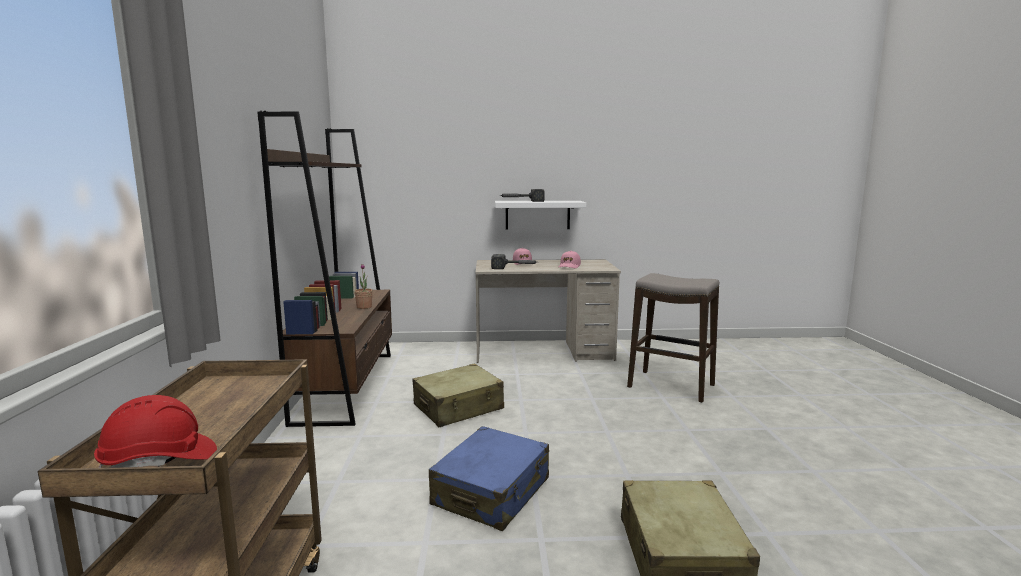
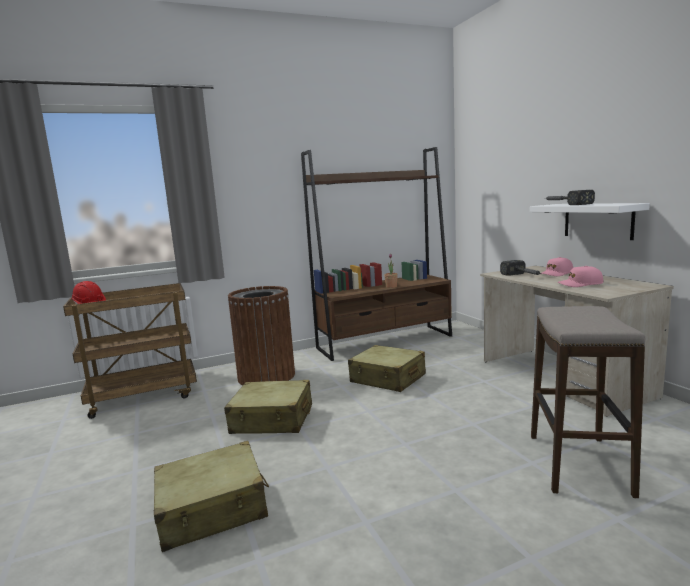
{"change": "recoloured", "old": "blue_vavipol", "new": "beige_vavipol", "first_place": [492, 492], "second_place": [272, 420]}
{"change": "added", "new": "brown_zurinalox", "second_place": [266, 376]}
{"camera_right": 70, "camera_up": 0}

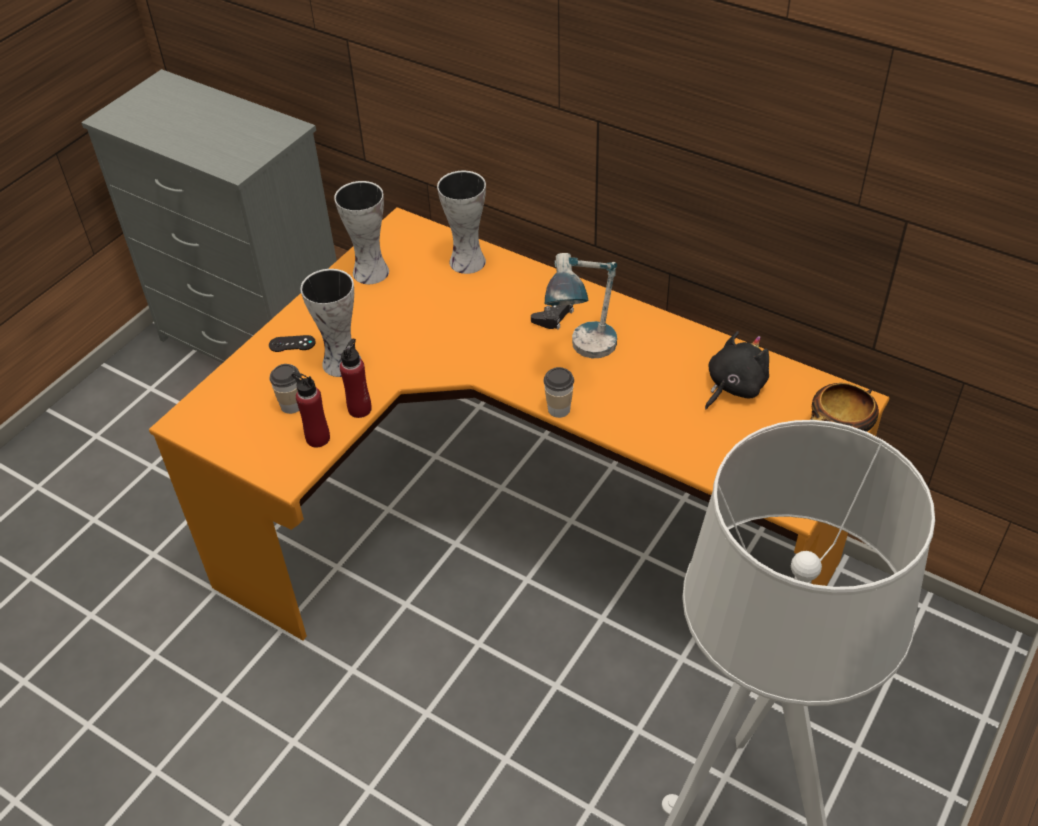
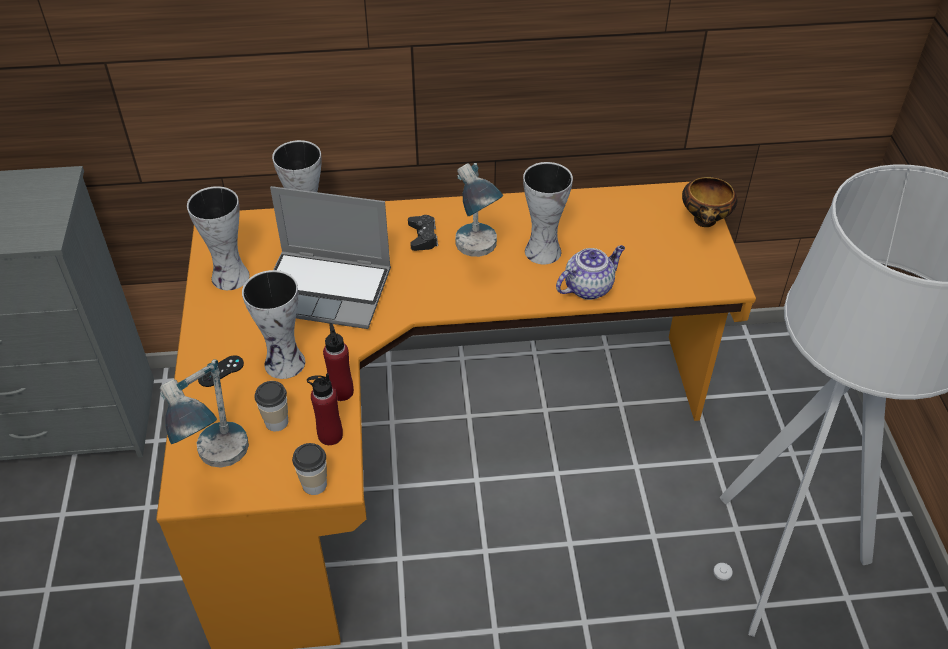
{"change": "removed", "old": "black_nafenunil", "first_place": [733, 386]}
{"change": "moved", "old": "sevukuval", "first_place": [559, 409], "second_place": [314, 484]}
{"change": "added", "new": "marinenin", "second_place": [541, 251]}
{"change": "added", "new": "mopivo", "second_place": [327, 290]}
{"change": "added", "new": "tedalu", "second_place": [589, 287]}
{"change": "added", "new": "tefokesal", "second_place": [220, 465]}
{"camera_right": -40, "camera_up": 0}

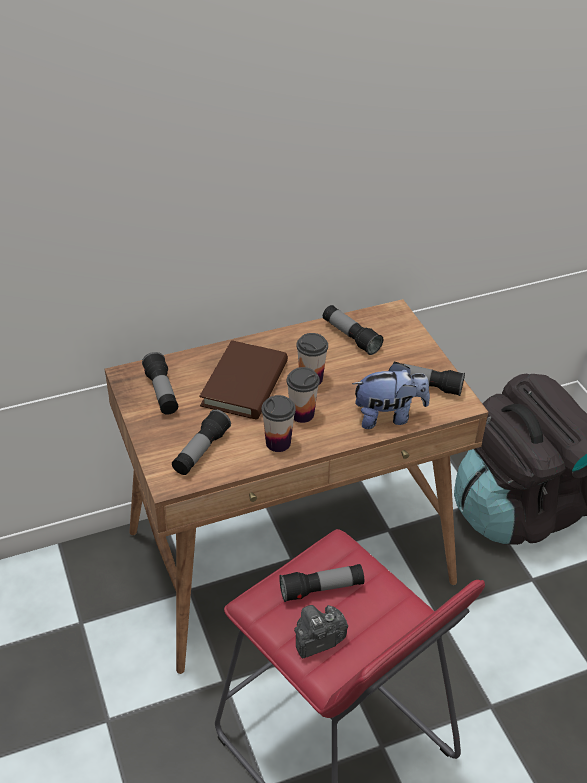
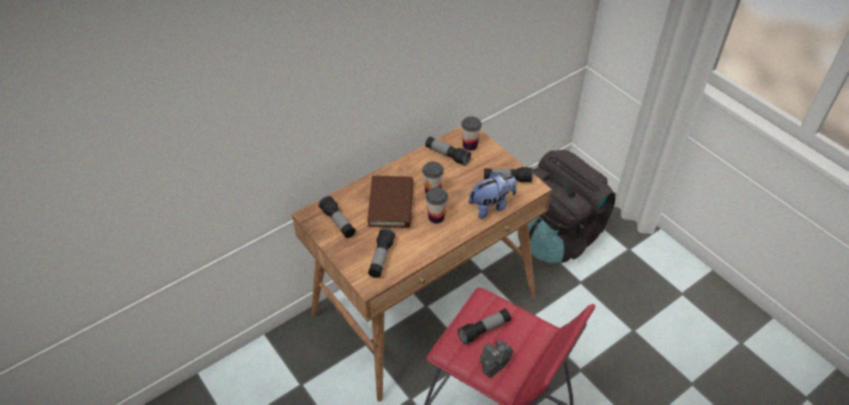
{"change": "moved", "old": "sevukuval", "first_place": [278, 443], "second_place": [470, 145]}
{"camera_right": -15, "camera_up": 5}

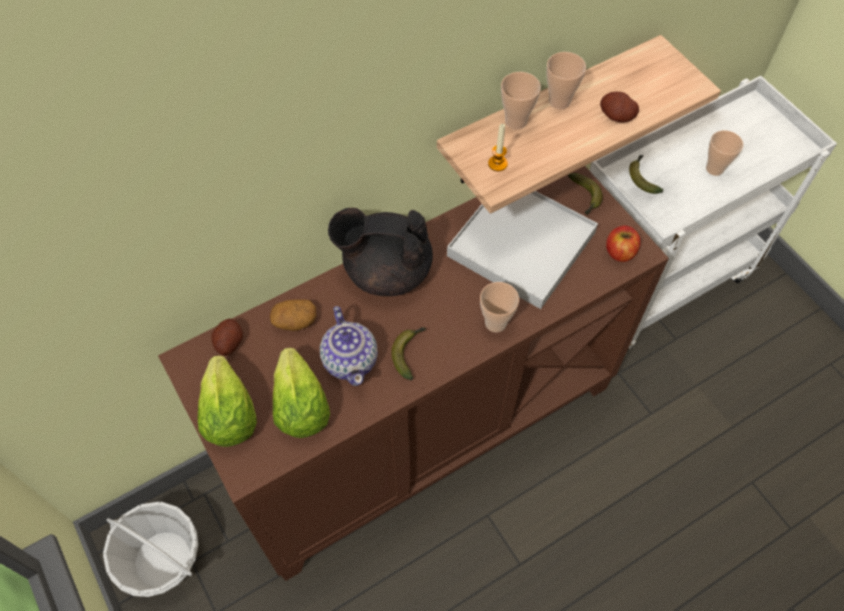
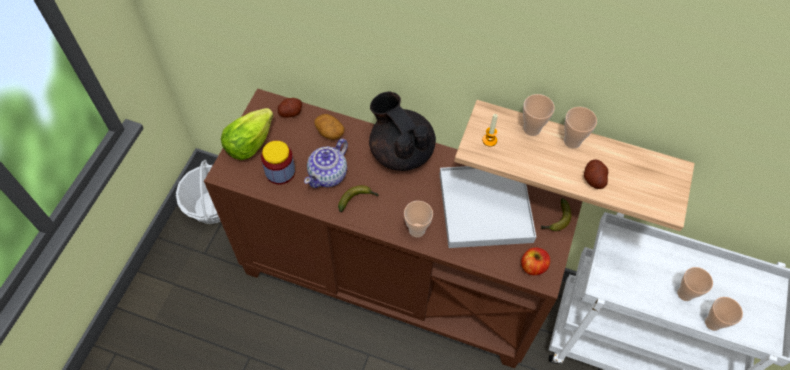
{"change": "removed", "old": "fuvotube", "first_place": [642, 177]}
{"change": "replaced", "old": "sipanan", "new": "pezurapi", "first_place": [300, 407], "second_place": [280, 172]}
{"change": "added", "new": "sevukuval", "second_place": [712, 323]}
{"camera_right": 50, "camera_up": 0}

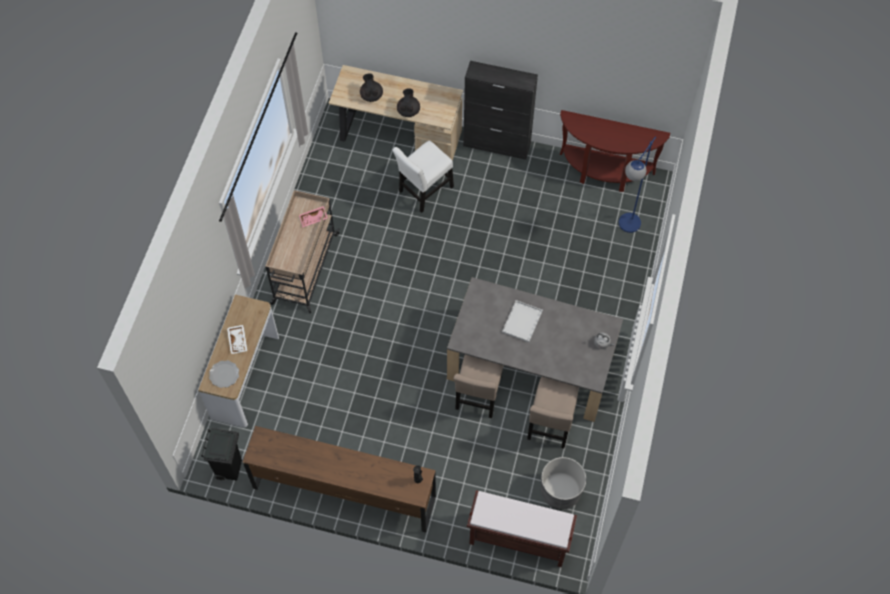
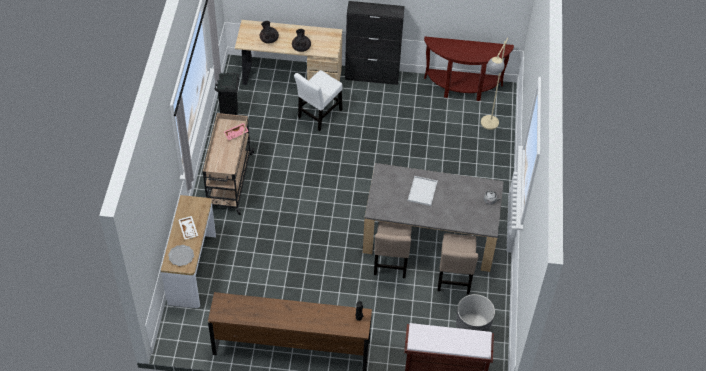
{"change": "recoloured", "old": "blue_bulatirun", "new": "beige_bulatirun", "first_place": [625, 229], "second_place": [487, 127]}
{"change": "moved", "old": "black_zurinalox", "first_place": [230, 468], "second_place": [229, 115]}
{"camera_right": -10, "camera_up": -10}

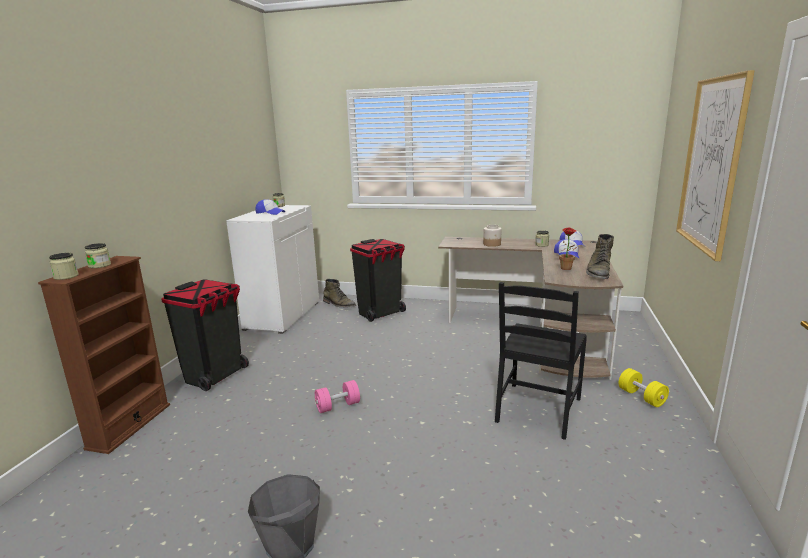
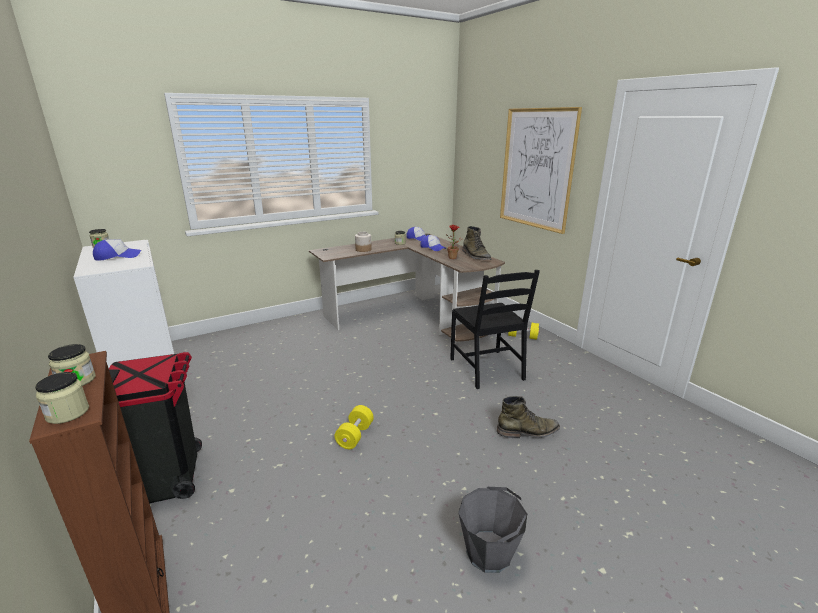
{"change": "removed", "old": "black_zurinalox", "first_place": [380, 313]}
{"change": "moved", "old": "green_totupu", "first_place": [339, 304], "second_place": [528, 432]}
{"change": "recoloured", "old": "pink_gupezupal", "new": "yellow_gupezupal", "first_place": [338, 406], "second_place": [355, 436]}
{"camera_right": -45, "camera_up": 5}

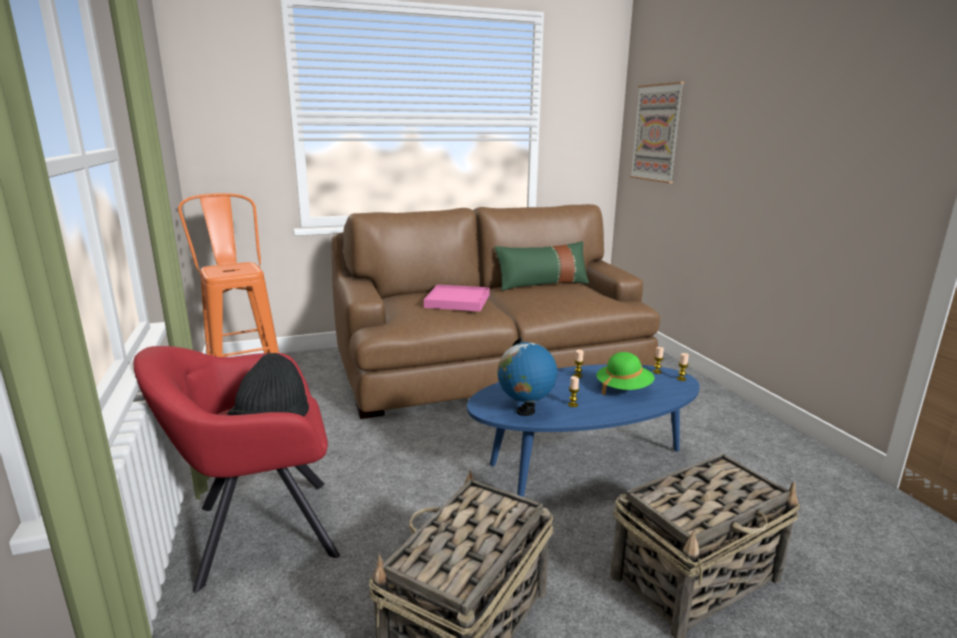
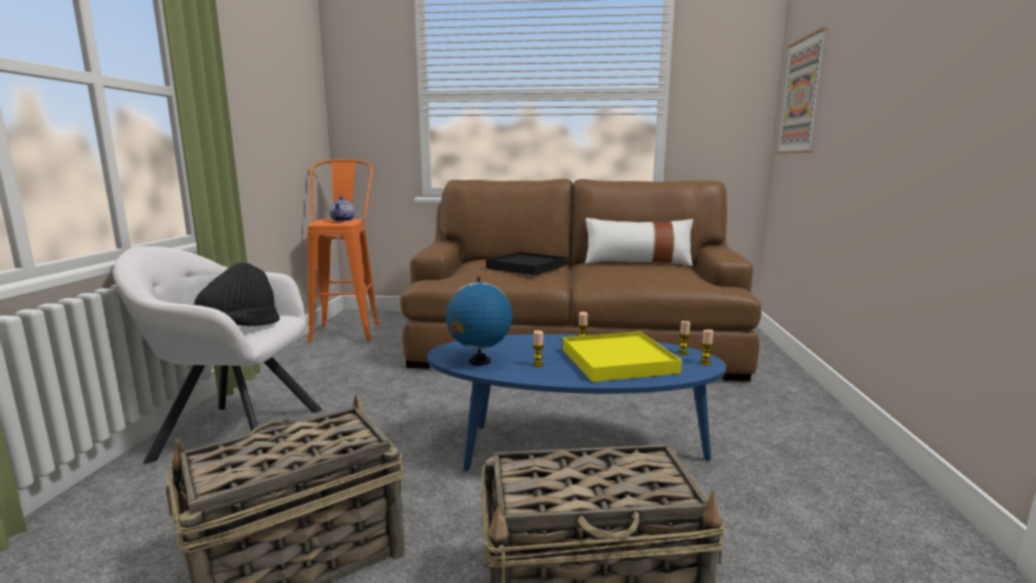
{"change": "recoloured", "old": "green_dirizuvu", "new": "white_dirizuvu", "first_place": [542, 284], "second_place": [637, 263]}
{"change": "recoloured", "old": "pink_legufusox", "new": "black_legufusox", "first_place": [457, 301], "second_place": [526, 267]}
{"change": "recoloured", "old": "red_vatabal", "new": "white_vatabal", "first_place": [258, 532], "second_place": [234, 433]}
{"change": "replaced", "old": "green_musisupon", "new": "yellow_legufusox", "first_place": [623, 389], "second_place": [617, 361]}
{"change": "added", "new": "tedalu", "second_place": [343, 220]}
{"camera_right": 25, "camera_up": -5}

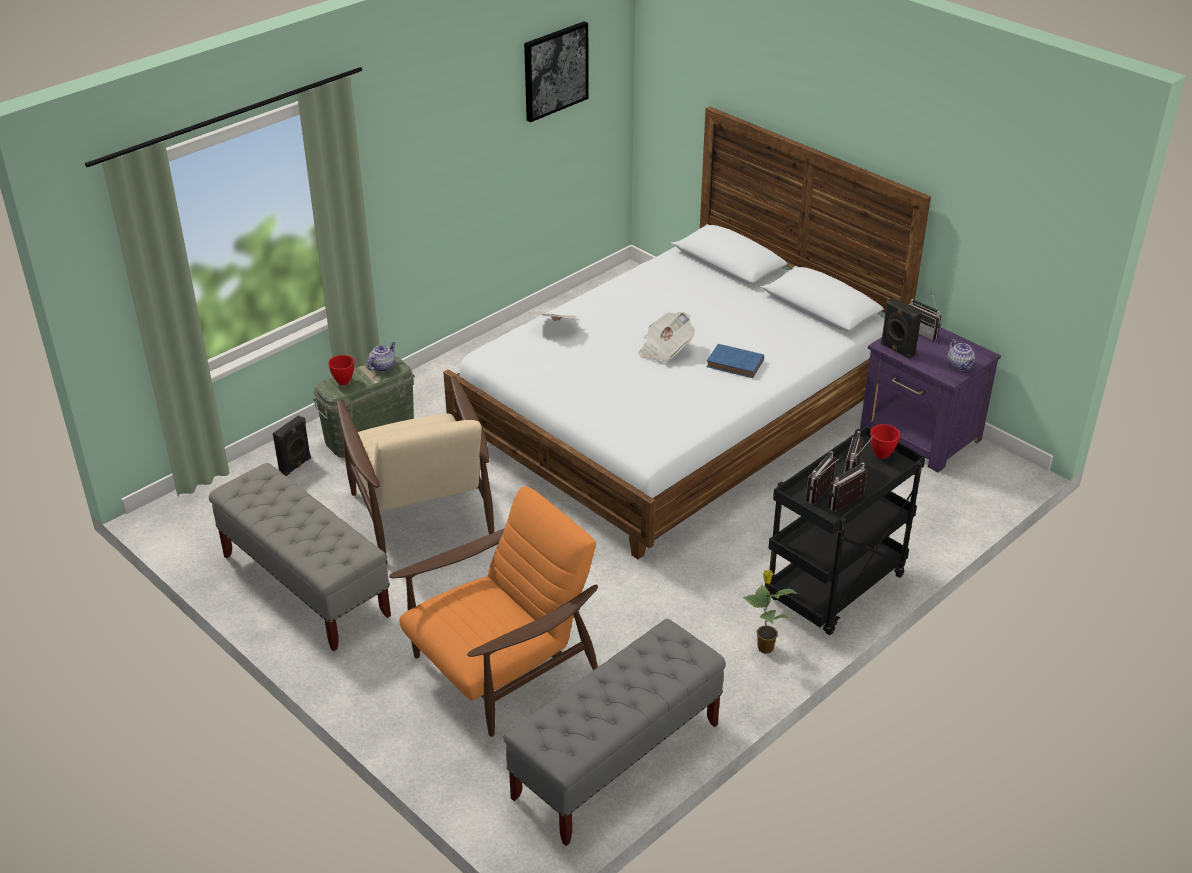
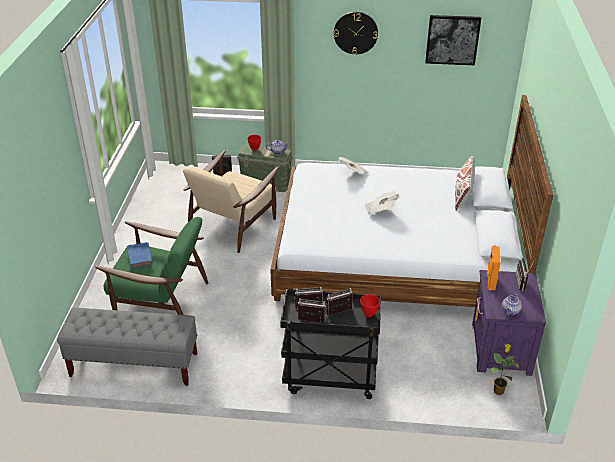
{"change": "recoloured", "old": "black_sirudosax", "new": "orange_sirudosax", "first_place": [896, 350], "second_place": [490, 281]}
{"change": "moved", "old": "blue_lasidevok", "first_place": [736, 364], "second_place": [140, 257]}
{"change": "removed", "old": "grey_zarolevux", "first_place": [305, 586]}
{"change": "recoloured", "old": "orange_vatabal", "new": "green_vatabal", "first_place": [501, 667], "second_place": [160, 299]}
{"change": "moved", "old": "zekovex", "first_place": [764, 647], "second_place": [498, 390]}
{"change": "added", "new": "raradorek", "second_place": [355, 33]}
{"change": "added", "new": "white_dirizuvu", "second_place": [462, 194]}
{"camera_right": 50, "camera_up": 0}

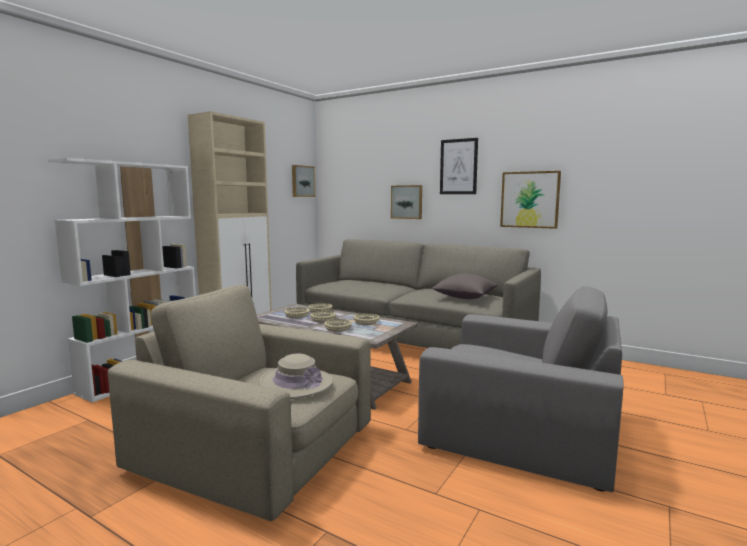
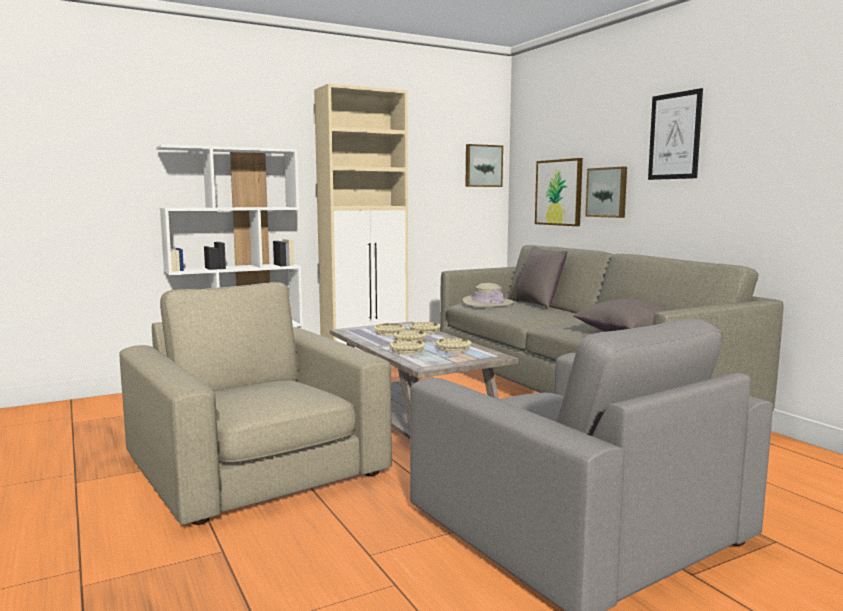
{"change": "moved", "old": "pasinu", "first_place": [530, 199], "second_place": [559, 192]}
{"change": "moved", "old": "beige_musisupon", "first_place": [296, 383], "second_place": [487, 303]}
{"change": "added", "new": "grey_dirizuvu", "second_place": [539, 305]}
{"camera_right": 30, "camera_up": 0}

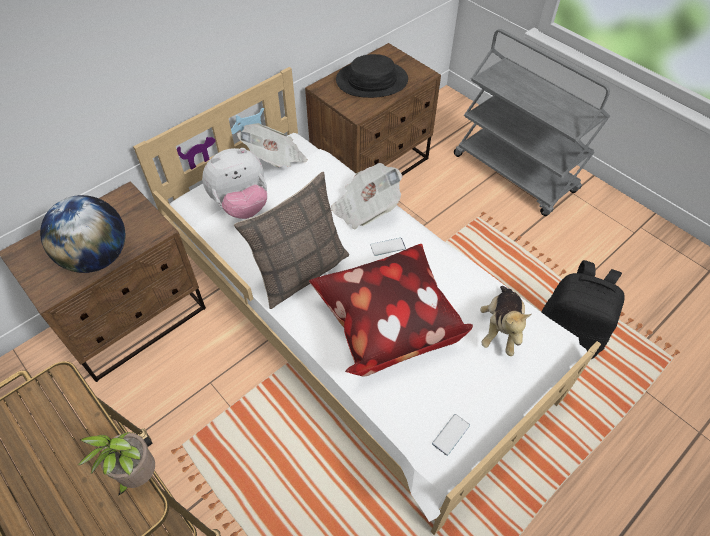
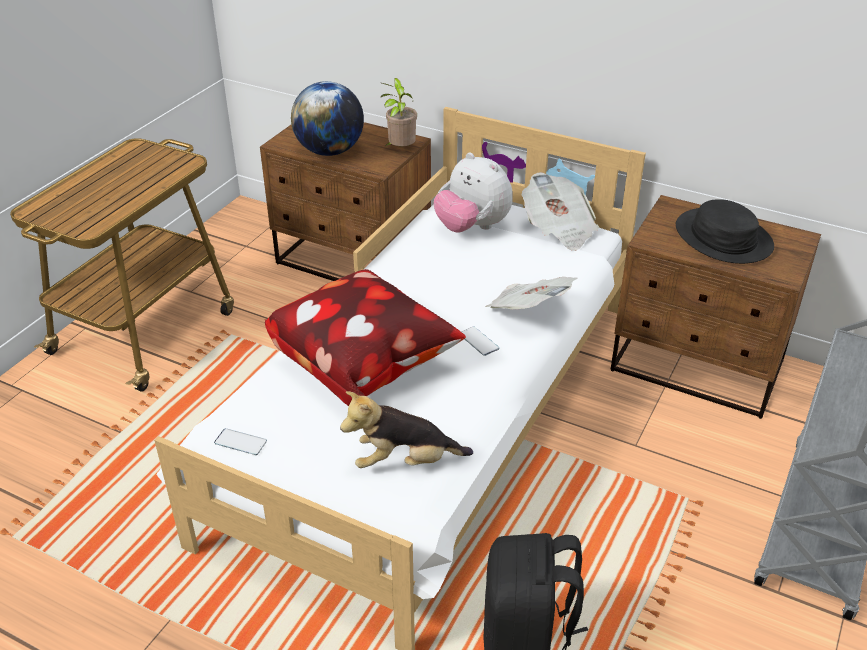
{"change": "removed", "old": "dirizuvu", "first_place": [300, 271]}
{"change": "moved", "old": "zekovex", "first_place": [138, 476], "second_place": [400, 150]}
{"camera_right": 70, "camera_up": -15}

